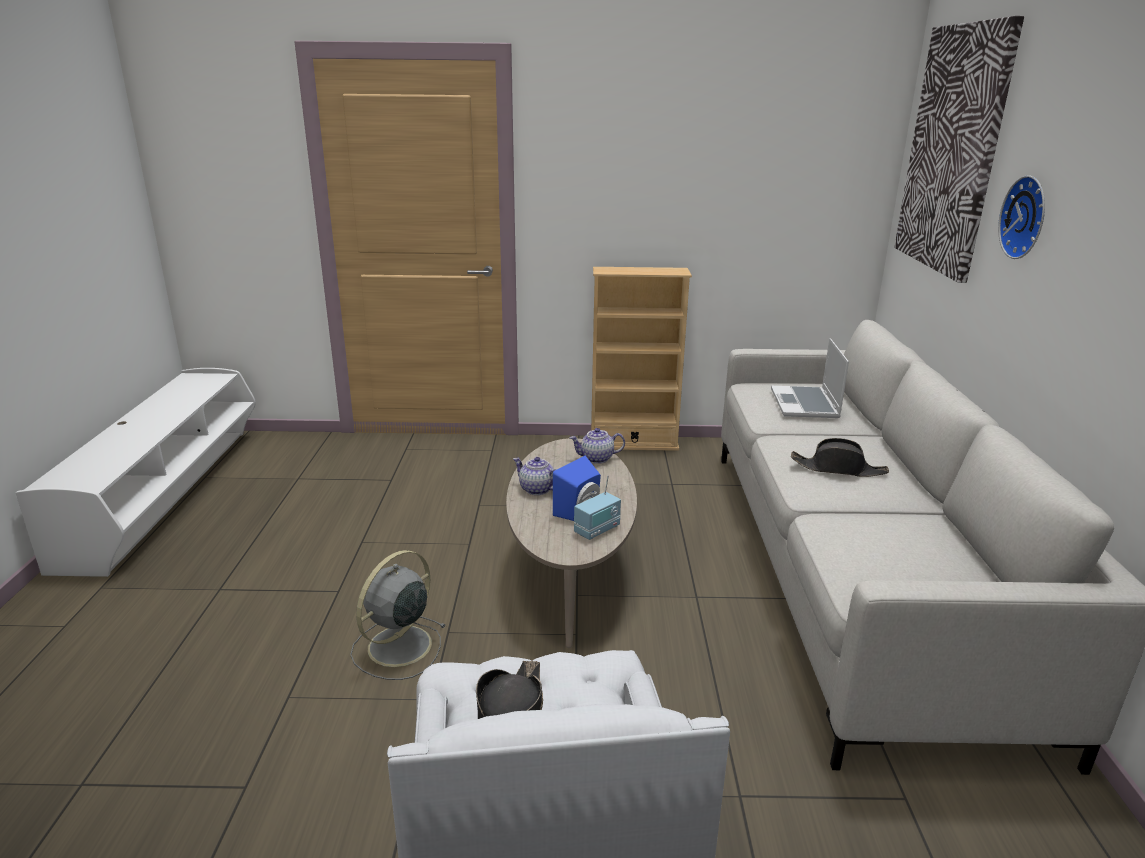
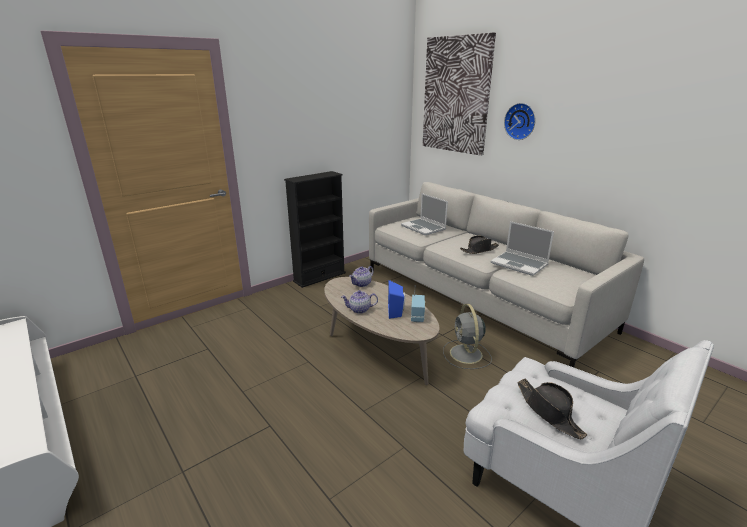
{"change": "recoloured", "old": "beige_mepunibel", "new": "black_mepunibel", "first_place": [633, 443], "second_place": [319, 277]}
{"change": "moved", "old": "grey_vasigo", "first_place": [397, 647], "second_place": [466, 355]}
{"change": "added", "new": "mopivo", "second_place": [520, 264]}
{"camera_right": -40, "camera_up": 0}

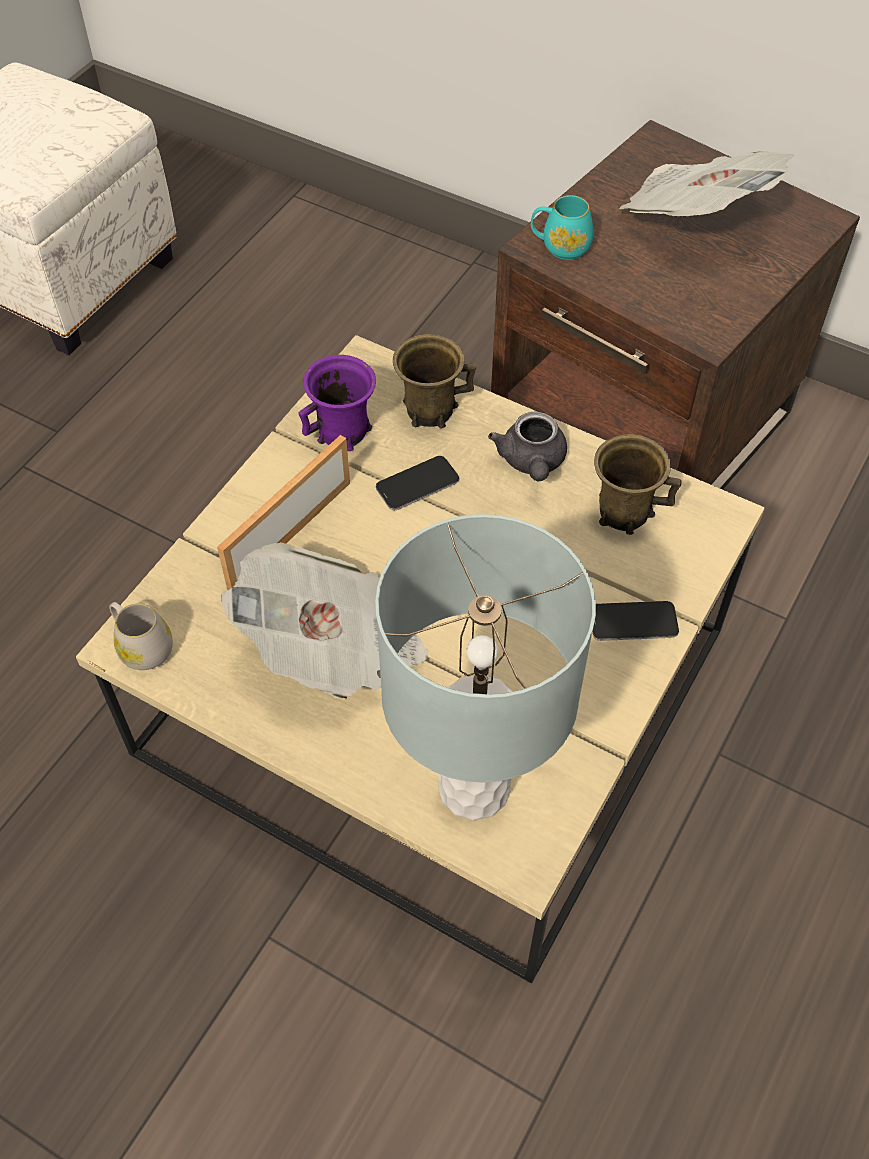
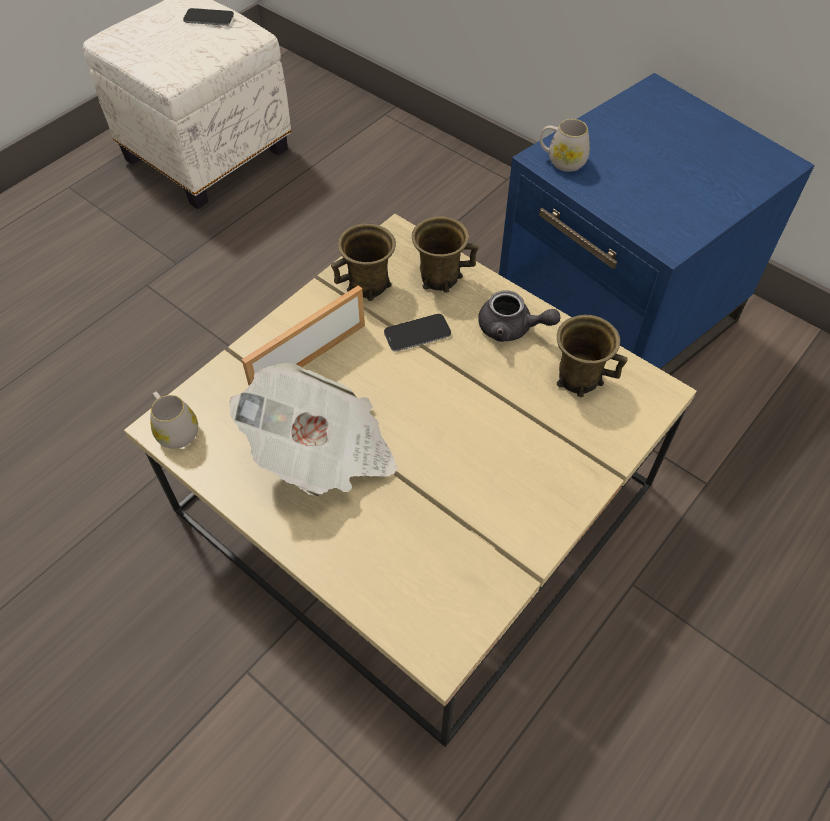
{"change": "recoloured", "old": "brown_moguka", "new": "blue_moguka", "first_place": [644, 429], "second_place": [618, 319]}
{"change": "removed", "old": "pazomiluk", "first_place": [696, 216]}
{"change": "recoloured", "old": "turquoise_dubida", "new": "white_dubida", "first_place": [560, 246], "second_place": [561, 160]}
{"change": "recoloured", "old": "purple_dubida", "new": "brown_dubida", "first_place": [343, 431], "second_place": [368, 285]}
{"change": "turned", "old": "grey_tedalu", "first_place": [531, 462], "second_place": [511, 329], "degrees": -75}
{"change": "removed", "old": "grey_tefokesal", "first_place": [475, 788]}
{"change": "moved", "old": "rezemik", "first_place": [633, 622], "second_place": [209, 18]}
{"camera_right": 10, "camera_up": 0}

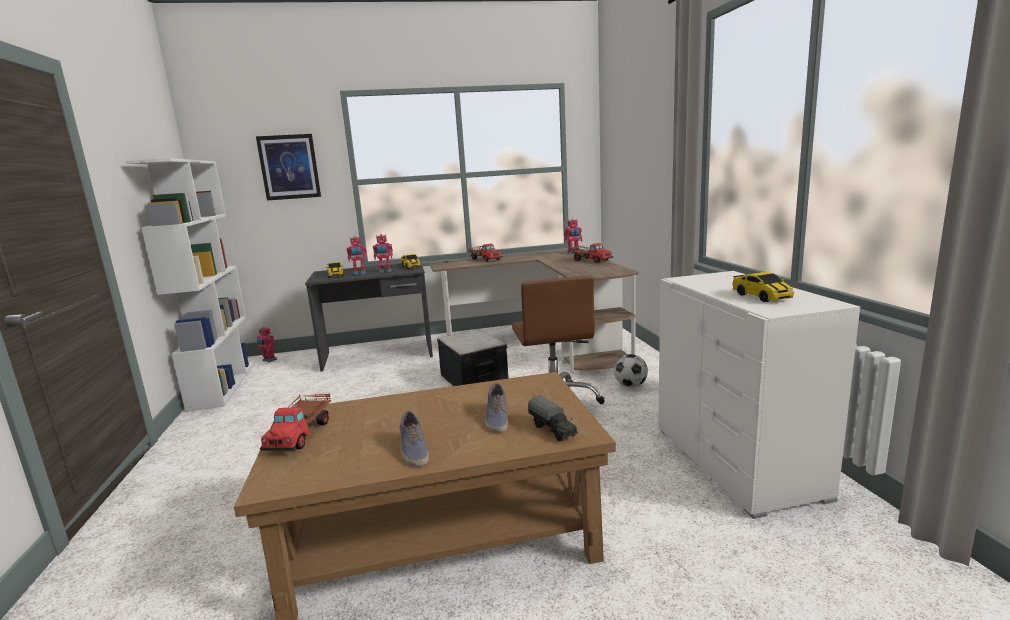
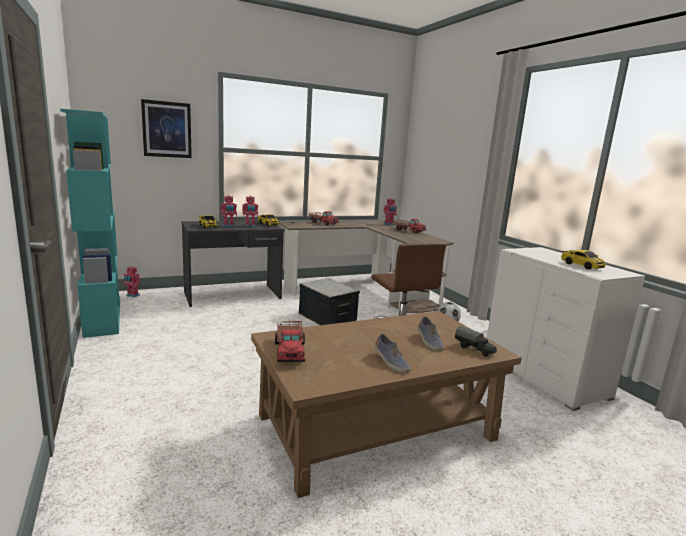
{"change": "recoloured", "old": "white_mepunibel", "new": "turquoise_mepunibel", "first_place": [223, 384], "second_place": [102, 315]}
{"camera_right": -15, "camera_up": 0}

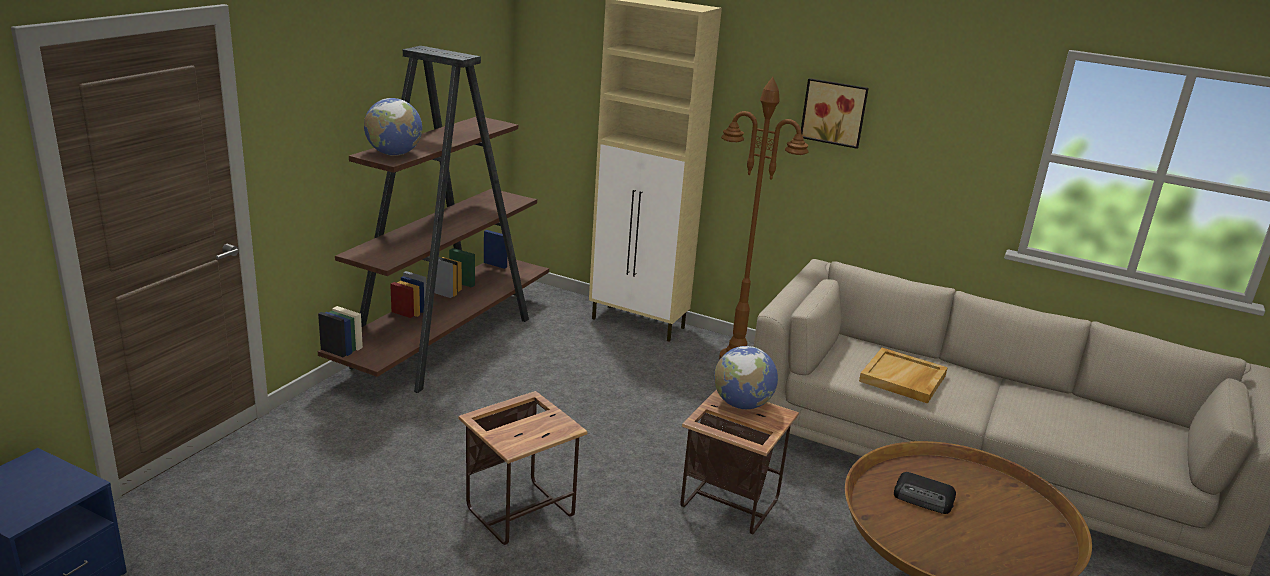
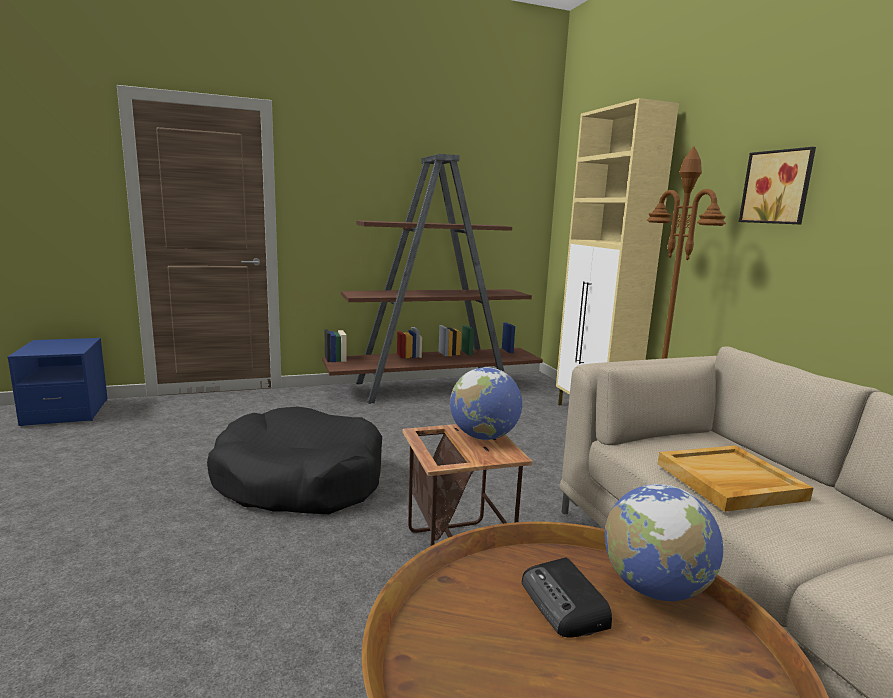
{"change": "moved", "old": "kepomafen", "first_place": [394, 154], "second_place": [654, 588]}
{"change": "replaced", "old": "moguka", "new": "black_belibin", "first_place": [522, 512], "second_place": [299, 480]}
{"camera_right": 45, "camera_up": -10}

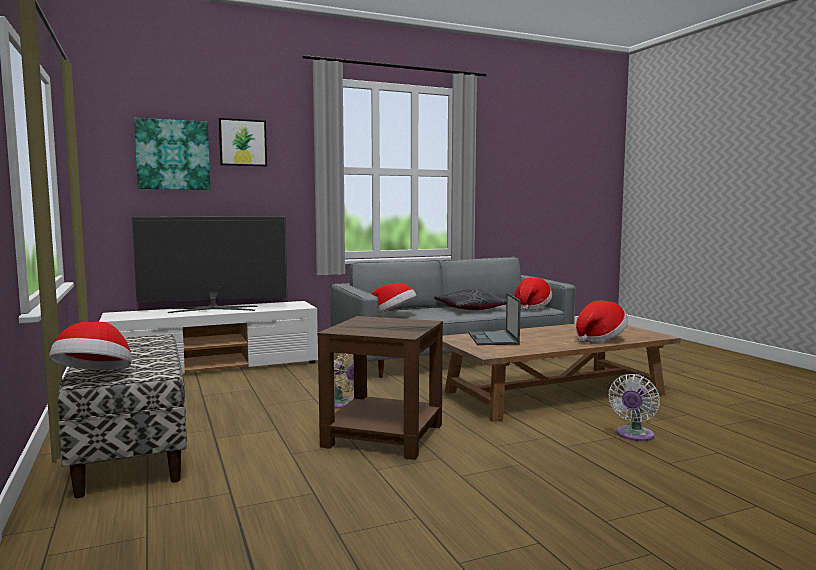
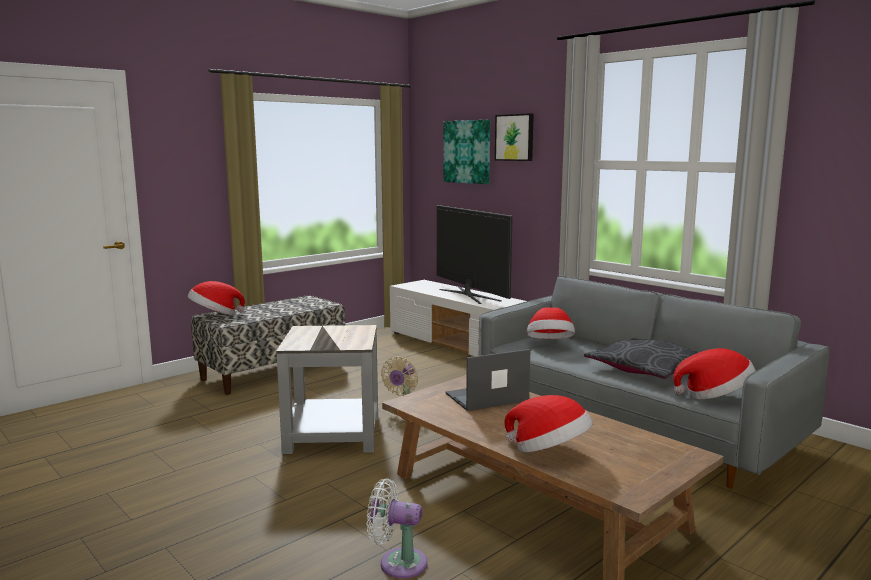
{"change": "recoloured", "old": "brown_moguka", "new": "grey_moguka", "first_place": [385, 435], "second_place": [334, 434]}
{"camera_right": 70, "camera_up": 5}

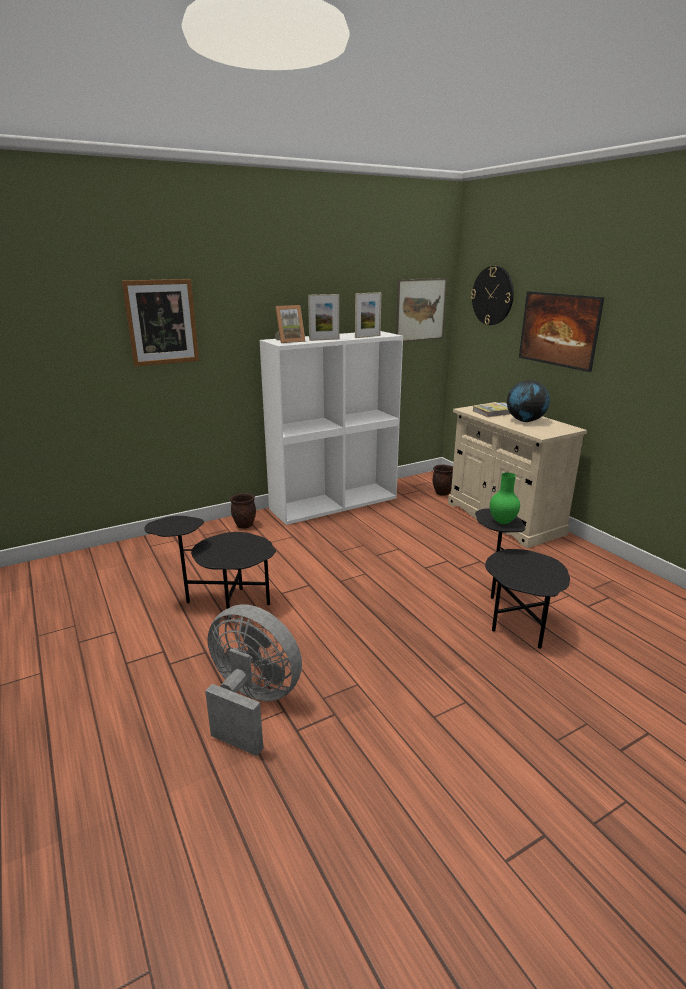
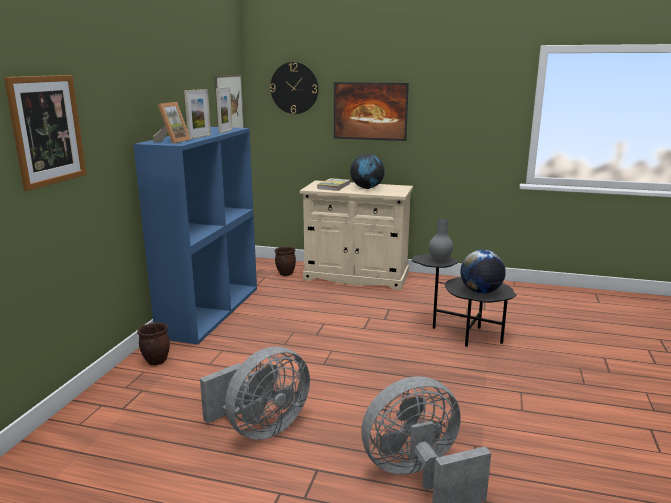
{"change": "recoloured", "old": "white_mepunibel", "new": "blue_mepunibel", "first_place": [334, 503], "second_place": [210, 311]}
{"change": "recoloured", "old": "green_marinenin", "new": "grey_marinenin", "first_place": [503, 522], "second_place": [439, 260]}
{"change": "replaced", "old": "black_moguka", "new": "grey_vasigo", "first_place": [223, 603], "second_place": [260, 428]}
{"change": "added", "new": "kepomafen", "second_place": [481, 292]}
{"camera_right": -45, "camera_up": -5}

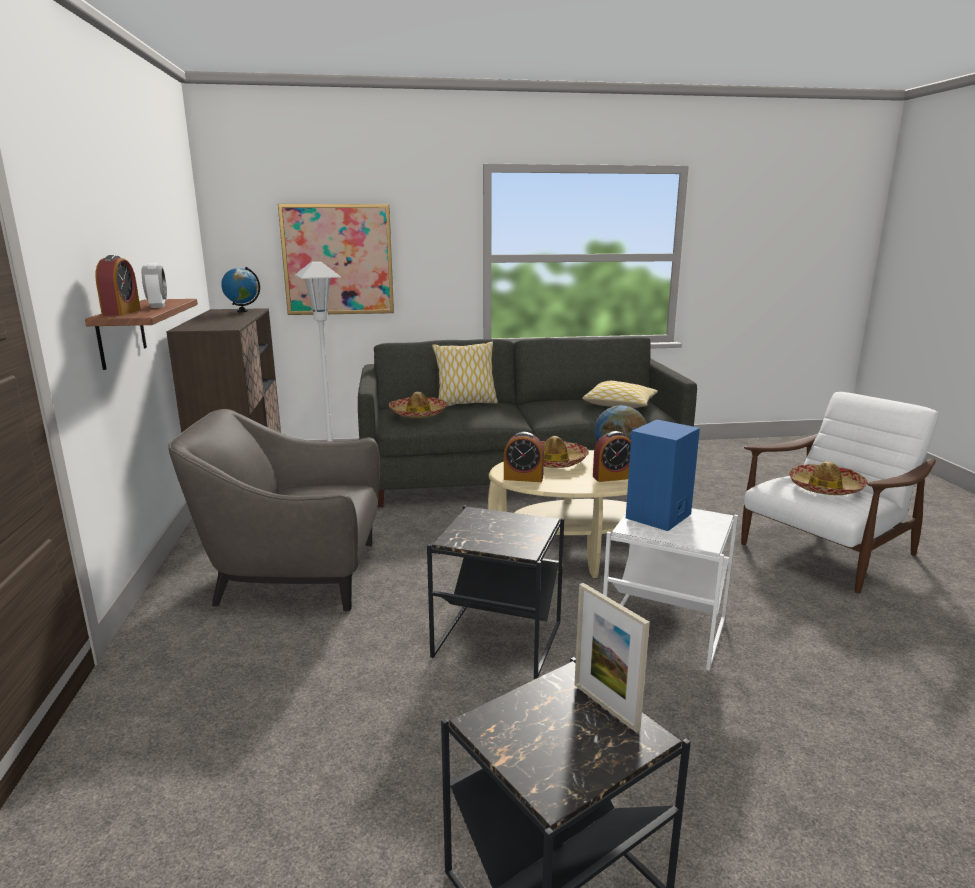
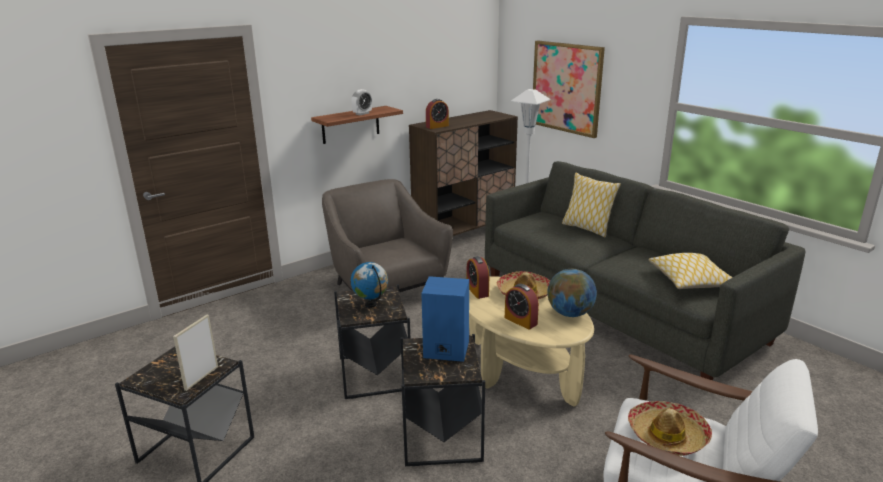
{"change": "moved", "old": "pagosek", "first_place": [121, 312], "second_place": [437, 126]}
{"change": "moved", "old": "kepomafen", "first_place": [242, 311], "second_place": [371, 305]}
{"change": "removed", "old": "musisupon", "first_place": [418, 413]}
{"change": "recoloured", "old": "white_moguka", "new": "black_moguka", "first_place": [663, 629], "second_place": [442, 435]}
{"camera_right": 60, "camera_up": 5}

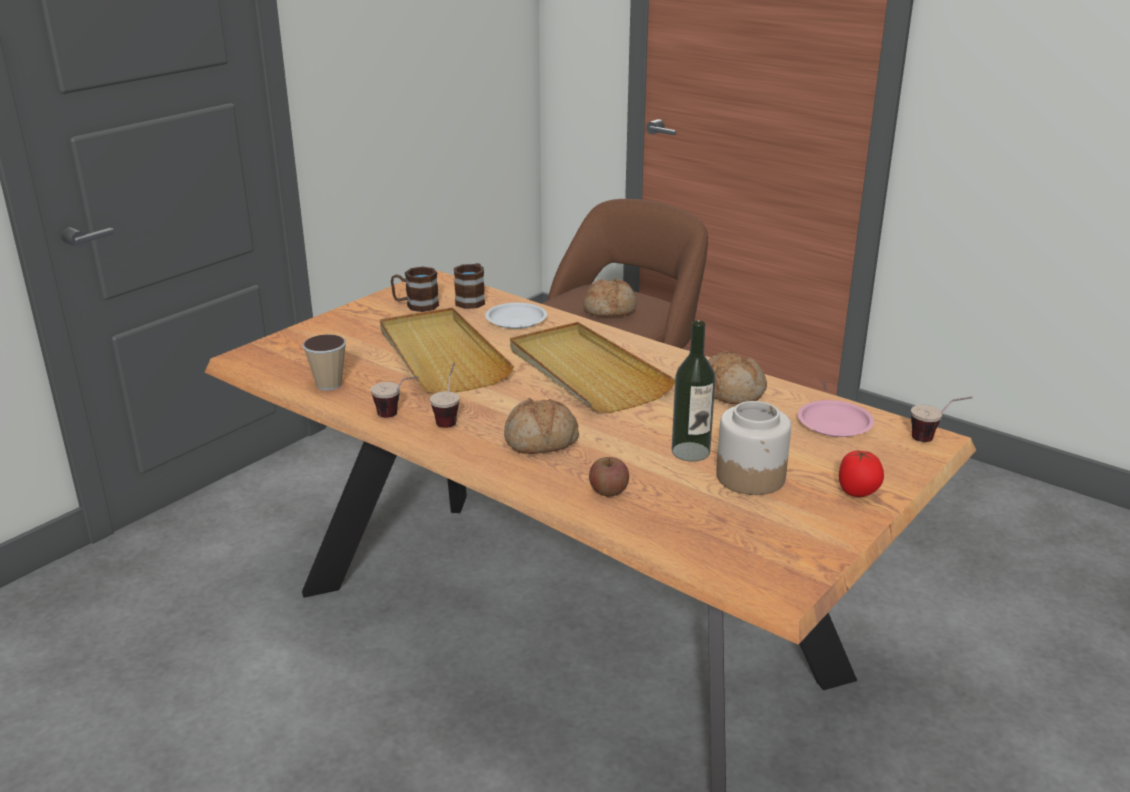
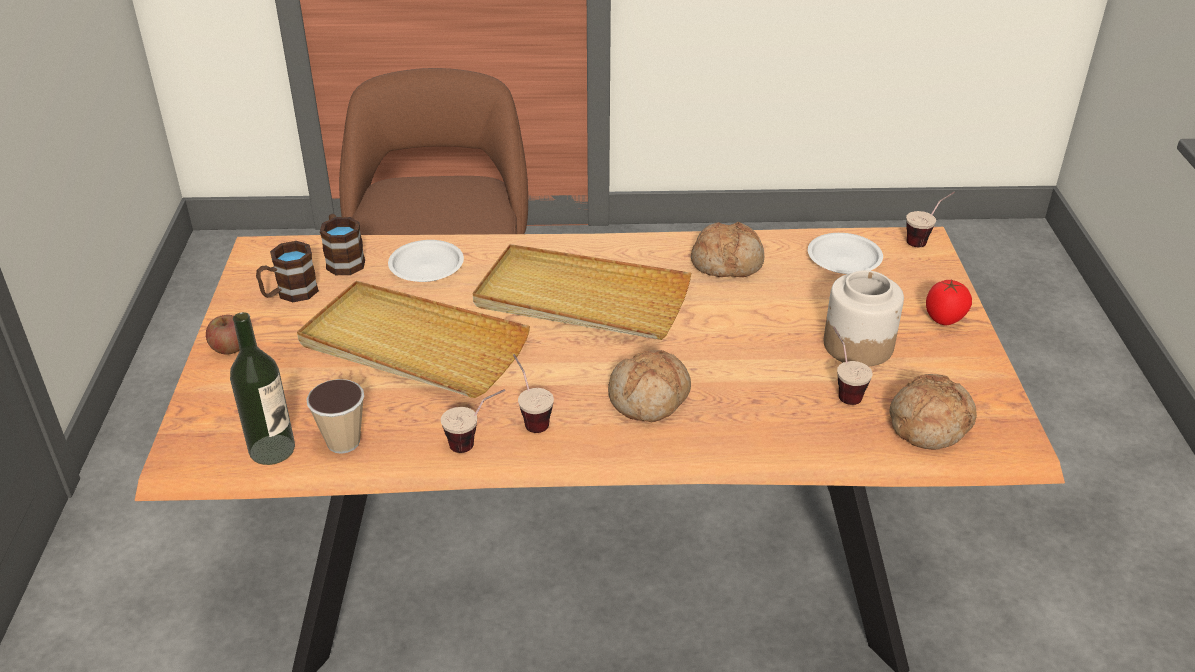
{"change": "moved", "old": "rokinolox", "first_place": [610, 309], "second_place": [928, 423]}
{"change": "moved", "old": "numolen", "first_place": [690, 452], "second_place": [272, 449]}
{"change": "recoloured", "old": "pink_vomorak", "new": "white_vomorak", "first_place": [834, 424], "second_place": [844, 259]}
{"change": "moved", "old": "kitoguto", "first_place": [608, 491], "second_place": [230, 348]}
{"change": "added", "new": "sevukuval", "second_place": [842, 389]}
{"camera_right": -40, "camera_up": 10}

